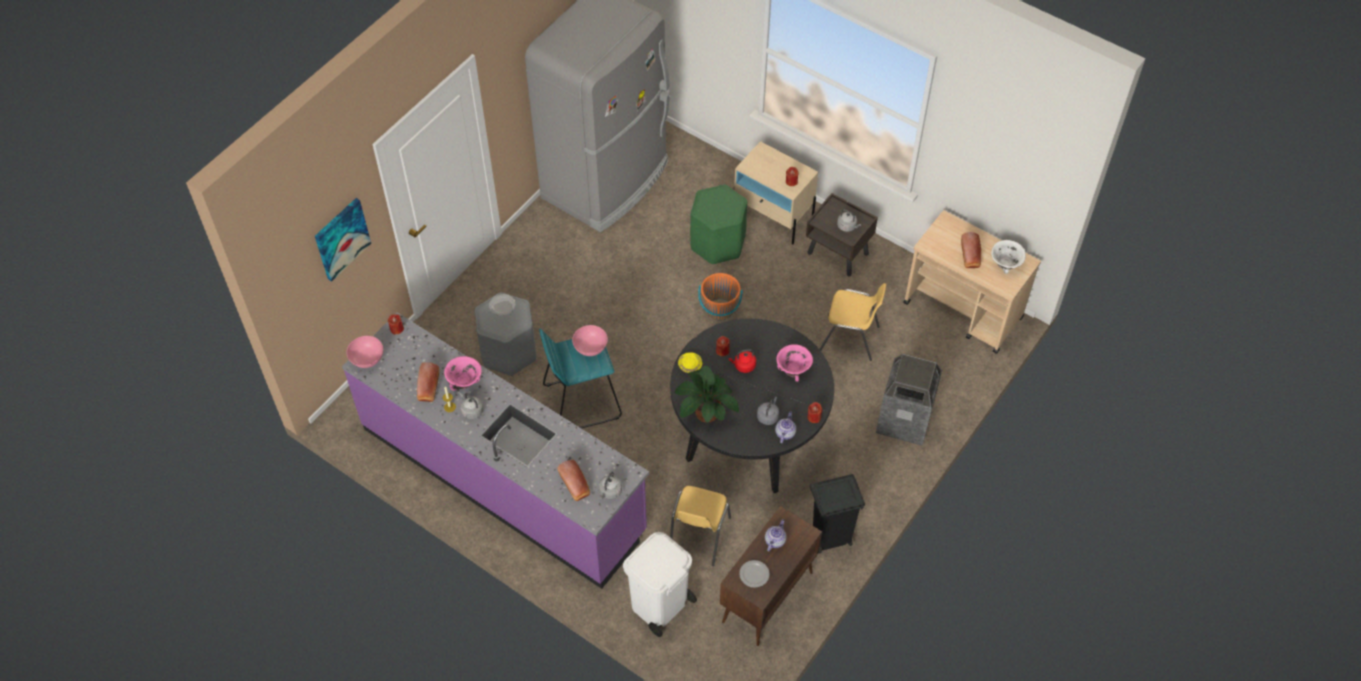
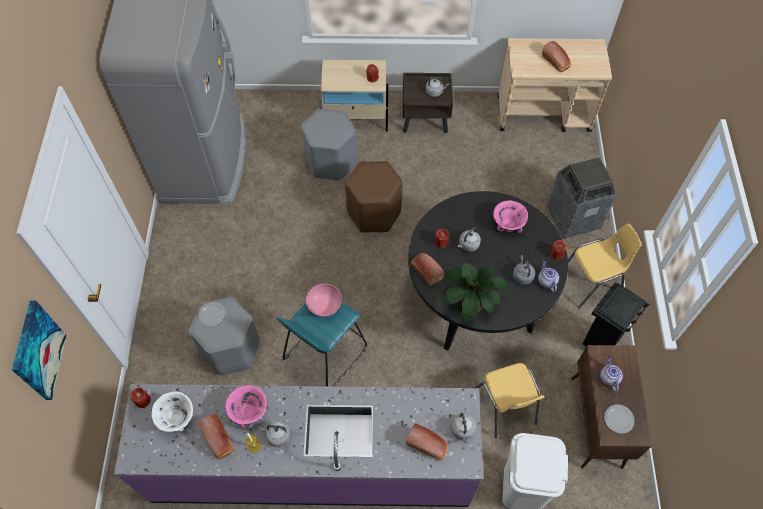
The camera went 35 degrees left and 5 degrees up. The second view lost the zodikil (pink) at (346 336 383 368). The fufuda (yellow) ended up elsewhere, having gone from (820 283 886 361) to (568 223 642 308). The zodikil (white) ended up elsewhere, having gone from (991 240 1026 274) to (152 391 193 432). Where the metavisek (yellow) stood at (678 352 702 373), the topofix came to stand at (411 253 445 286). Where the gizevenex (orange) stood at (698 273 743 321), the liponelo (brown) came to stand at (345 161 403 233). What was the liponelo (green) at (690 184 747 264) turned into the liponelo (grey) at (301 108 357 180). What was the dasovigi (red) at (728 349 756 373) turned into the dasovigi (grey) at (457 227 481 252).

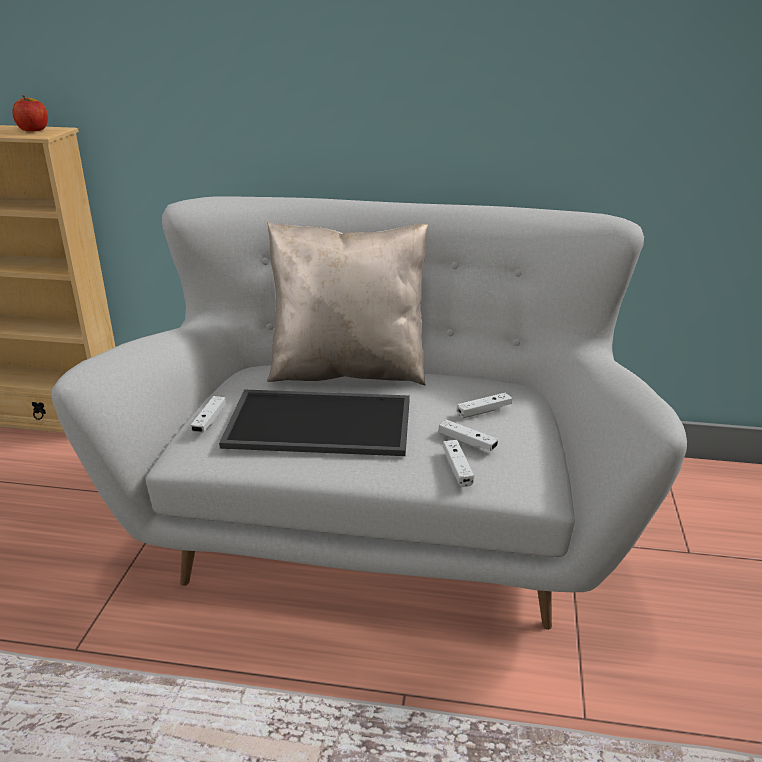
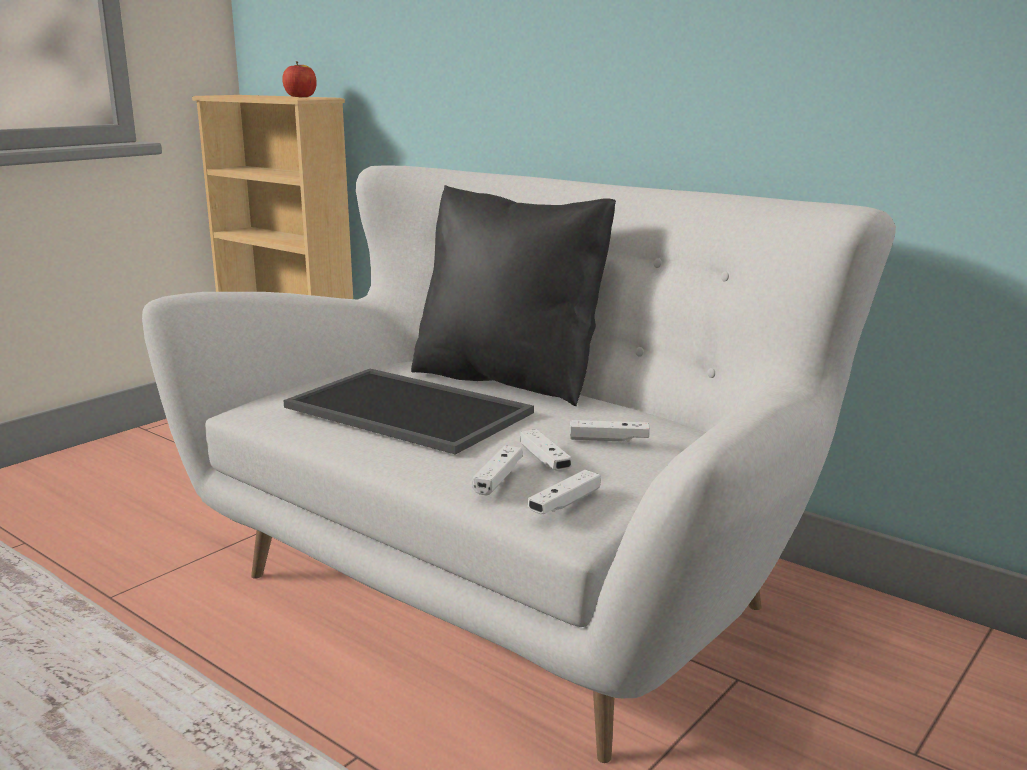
The camera went 30 degrees right and 10 degrees down. The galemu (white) ended up elsewhere, having gone from (190 396 226 433) to (528 470 601 514). What was the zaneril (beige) at (267 222 428 385) turned into the zaneril (black) at (411 185 616 406).

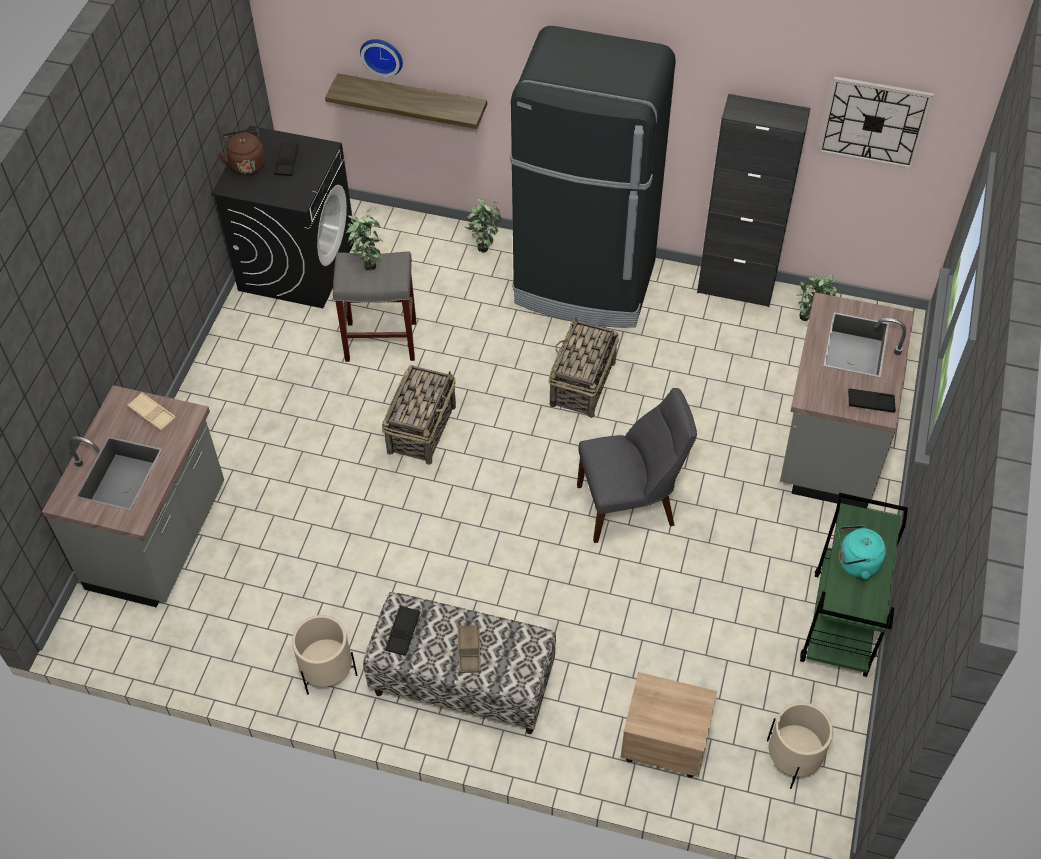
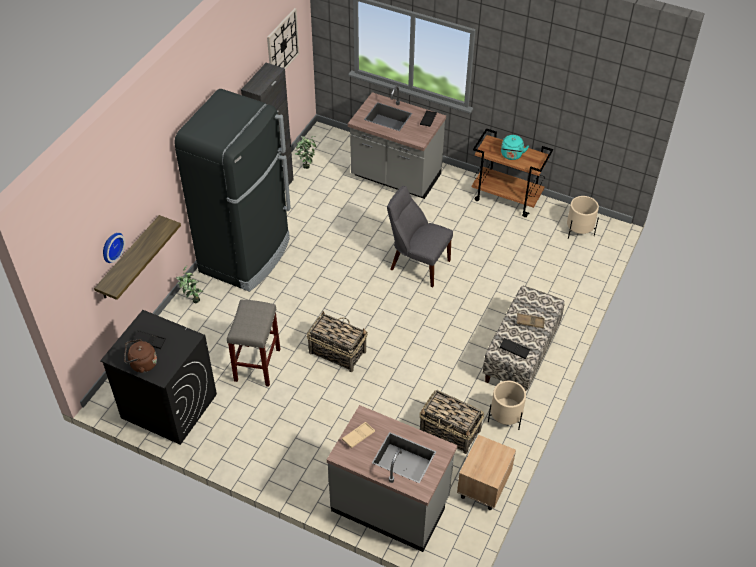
The camera went 80 degrees left and 5 degrees down. The second view lost the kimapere at (346 207 383 271). The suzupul ended up elsewhere, having gone from (549 318 619 418) to (419 390 484 454). The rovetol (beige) ended up elsewhere, having gone from (620 672 717 778) to (457 435 516 510). What was the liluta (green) at (800 493 908 677) turned into the liluta (brown) at (472 128 553 217). The fufuda (grey) at (577 388 697 543) ended up facing another way, 60 degrees counterclockwise from before.

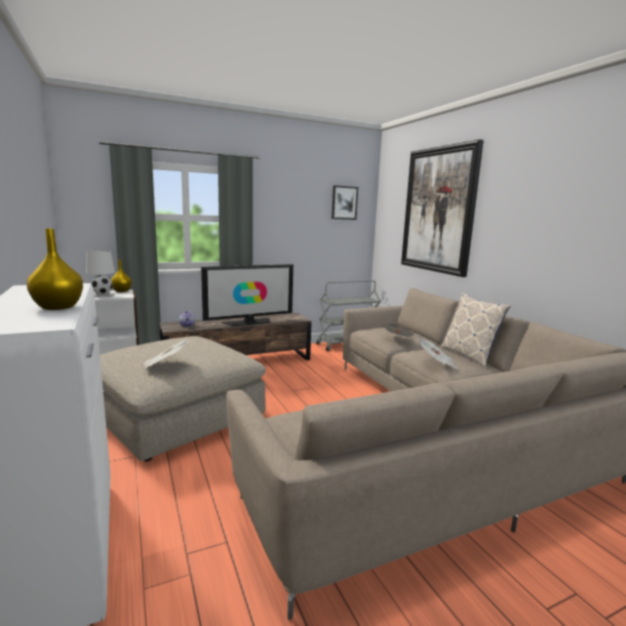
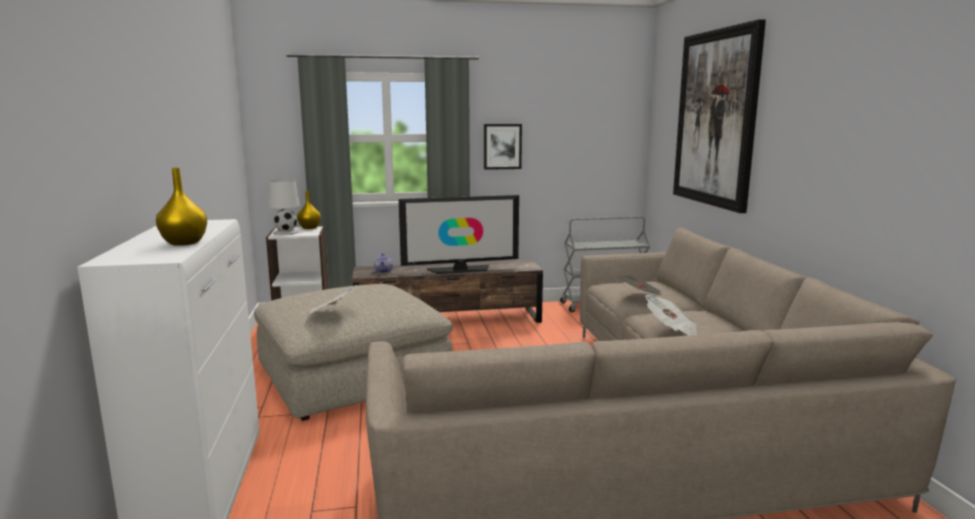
The camera went 15 degrees right and 0 degrees up. The second view lost the zaneril at (440 293 511 367). The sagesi ended up elsewhere, having gone from (332 185 358 220) to (484 124 522 170).

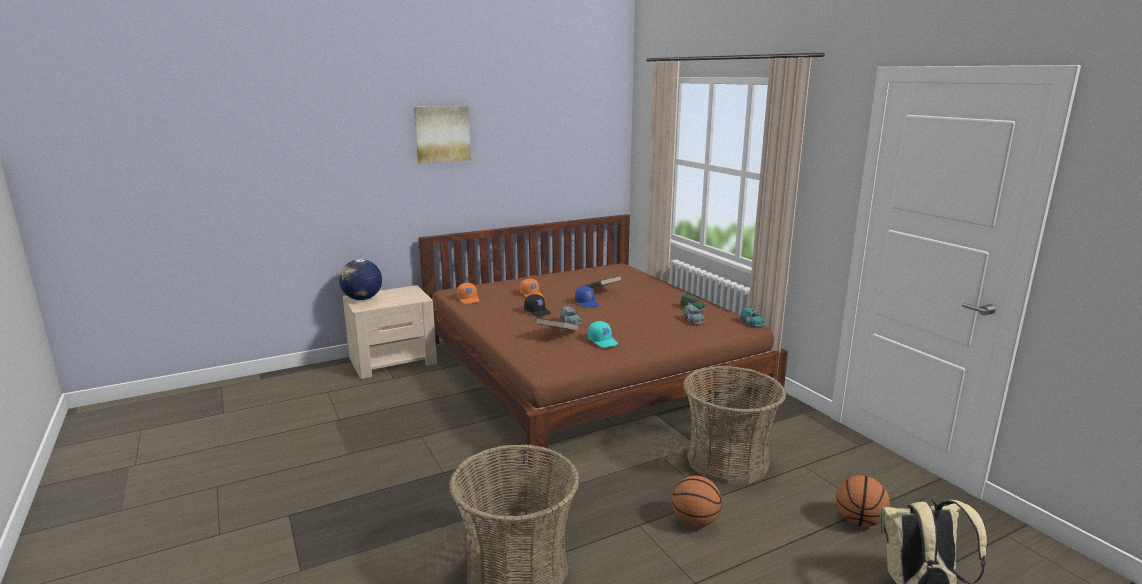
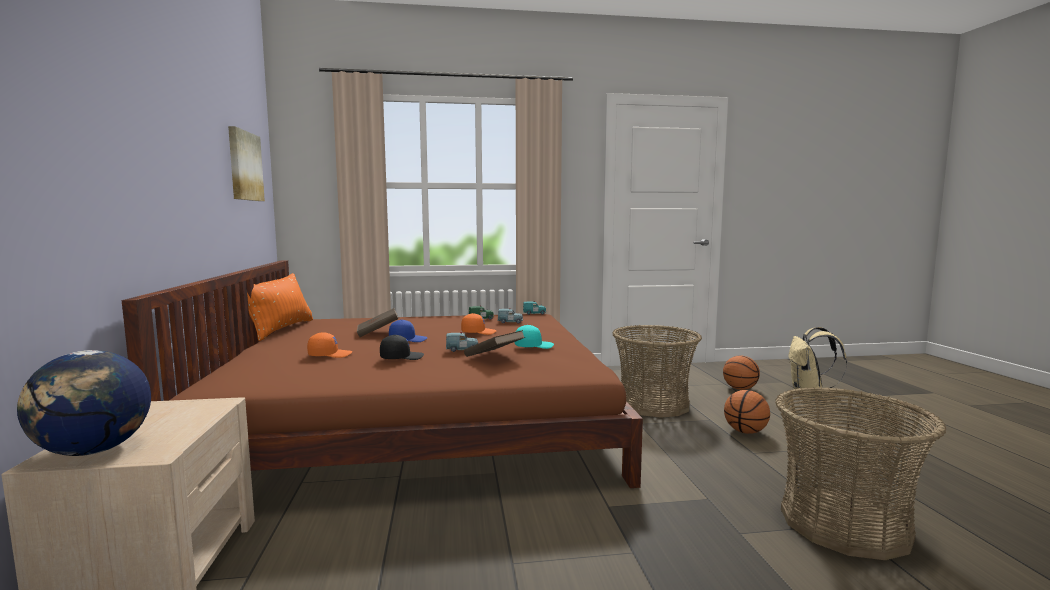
The camera went 70 degrees left and 10 degrees down. The second view gained the zaneril (orange) at (247 273 313 341). The sagesi ended up elsewhere, having gone from (414 106 471 163) to (228 126 265 201). The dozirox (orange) ended up elsewhere, having gone from (457 283 479 304) to (461 313 496 335).

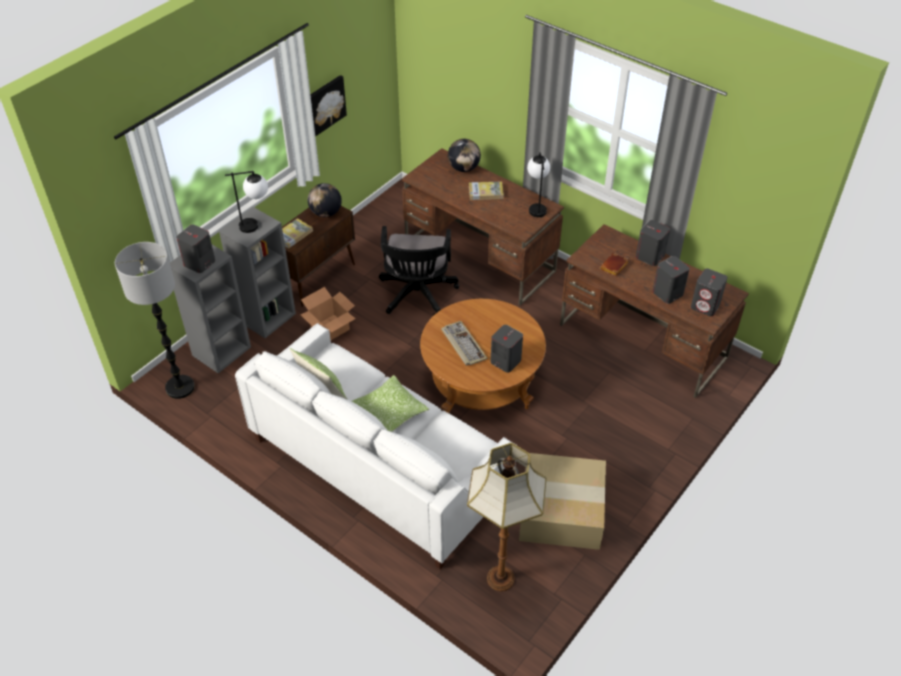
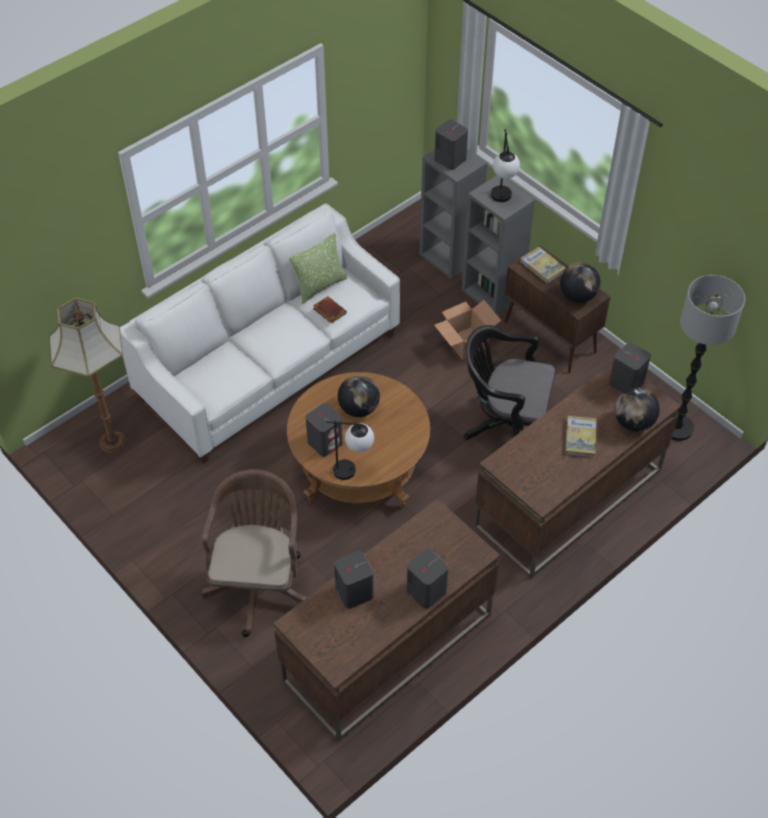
The camera went 100 degrees right and 5 degrees up. The second view lost the sagesi at (310 75 347 136). The second view lost the zaneril at (351 375 429 432). The second view lost the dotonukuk at (519 453 606 550). The second view gained the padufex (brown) at (202 469 307 637). The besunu ended up elsewhere, having gone from (115 242 195 399) to (671 275 745 441). The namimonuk ended up elsewhere, having gone from (527 152 550 217) to (327 421 374 480). The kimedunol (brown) ended up elsewhere, having gone from (600 253 629 276) to (313 296 347 323). The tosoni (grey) ended up elsewhere, having gone from (691 268 728 316) to (609 342 651 392). Where the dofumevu stood at (441 321 488 366), the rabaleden came to stand at (338 375 380 417).

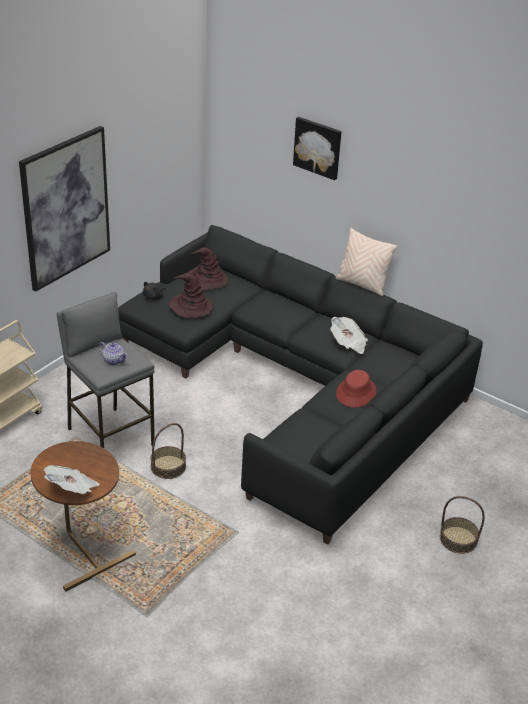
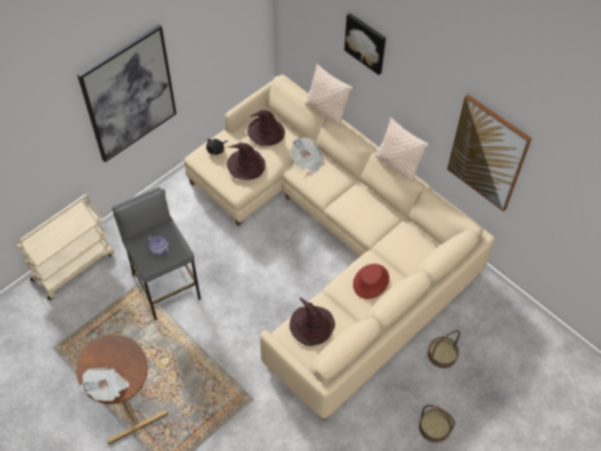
The camera went 10 degrees right and 20 degrees up. The second view gained the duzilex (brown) at (289 298 335 346). The second view gained the zaneril (beige) at (305 64 353 126). The second view gained the sagesi at (447 94 532 212). The suzupul ended up elsewhere, having gone from (150 423 186 479) to (428 330 460 368). The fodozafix ended up elsewhere, having gone from (330 317 368 354) to (290 138 324 174). What was the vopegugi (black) at (118 225 483 545) turned into the vopegugi (beige) at (184 74 495 421).

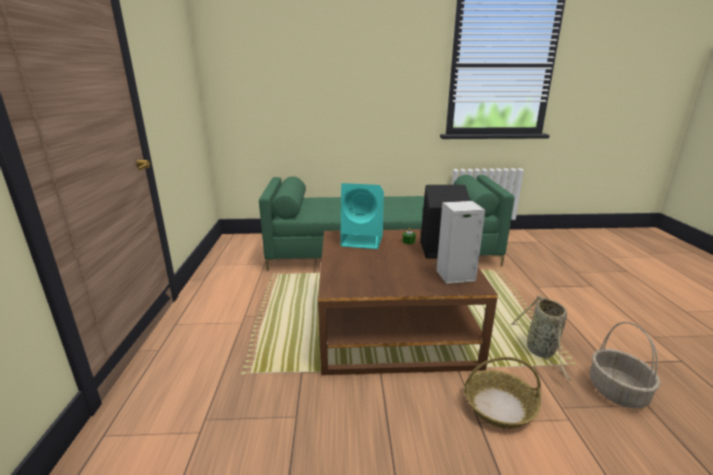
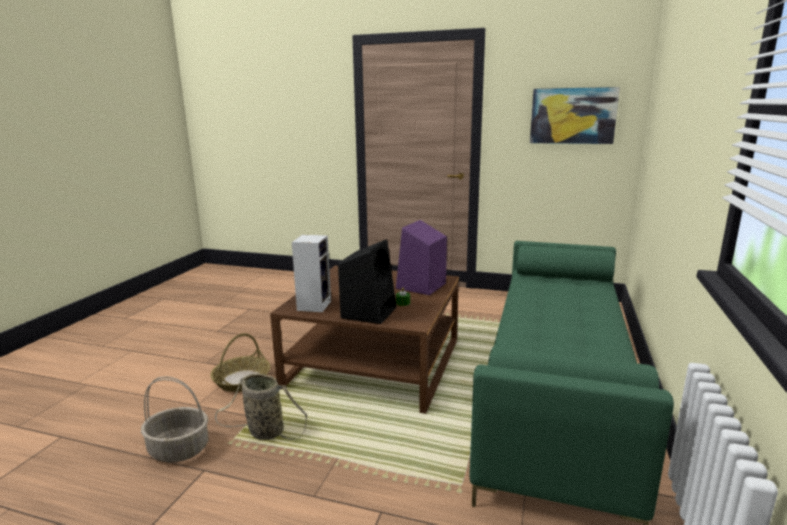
The camera went 110 degrees right and 5 degrees down. The second view gained the sagesi at (530 87 620 144). What was the tosoni (turquoise) at (340 183 384 249) turned into the tosoni (purple) at (396 220 447 295).

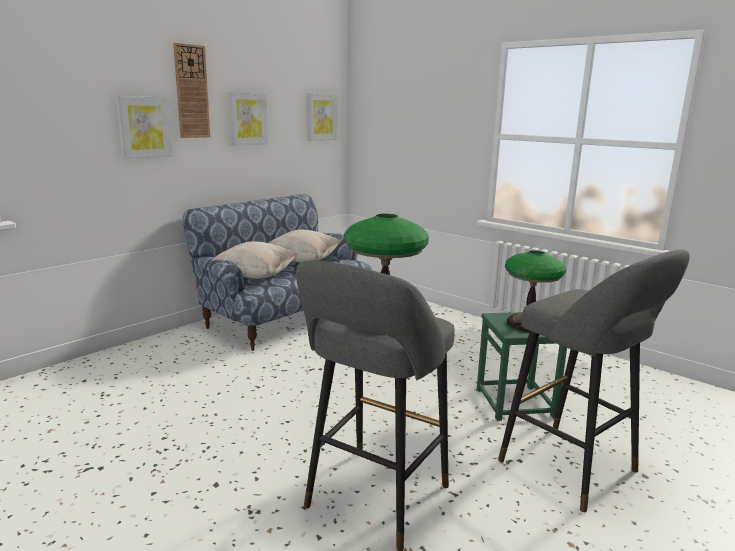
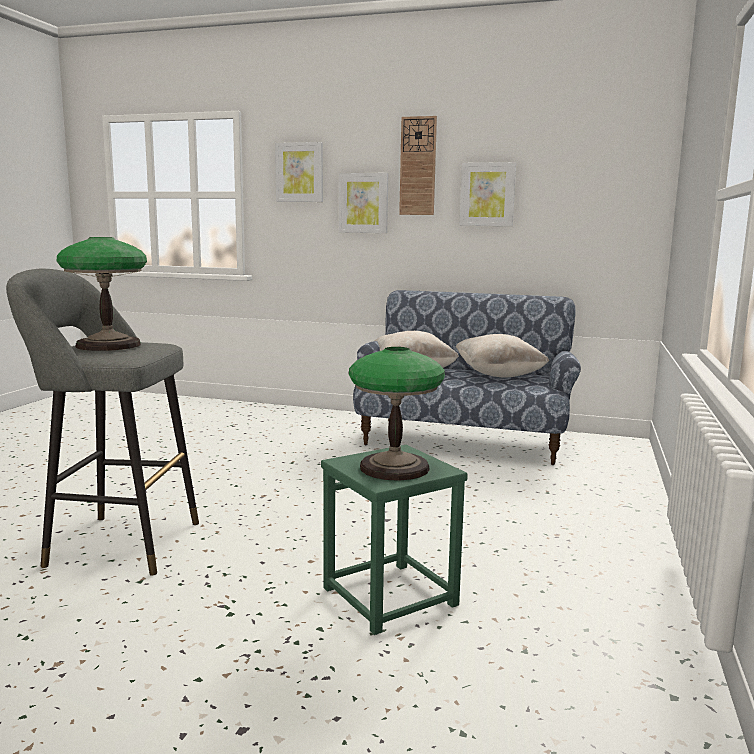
The camera went 65 degrees right and 5 degrees down. The second view lost the liponelo (grey) at (498 249 690 512). The sagesi ended up elsewhere, having gone from (307 93 338 141) to (275 142 323 202).

